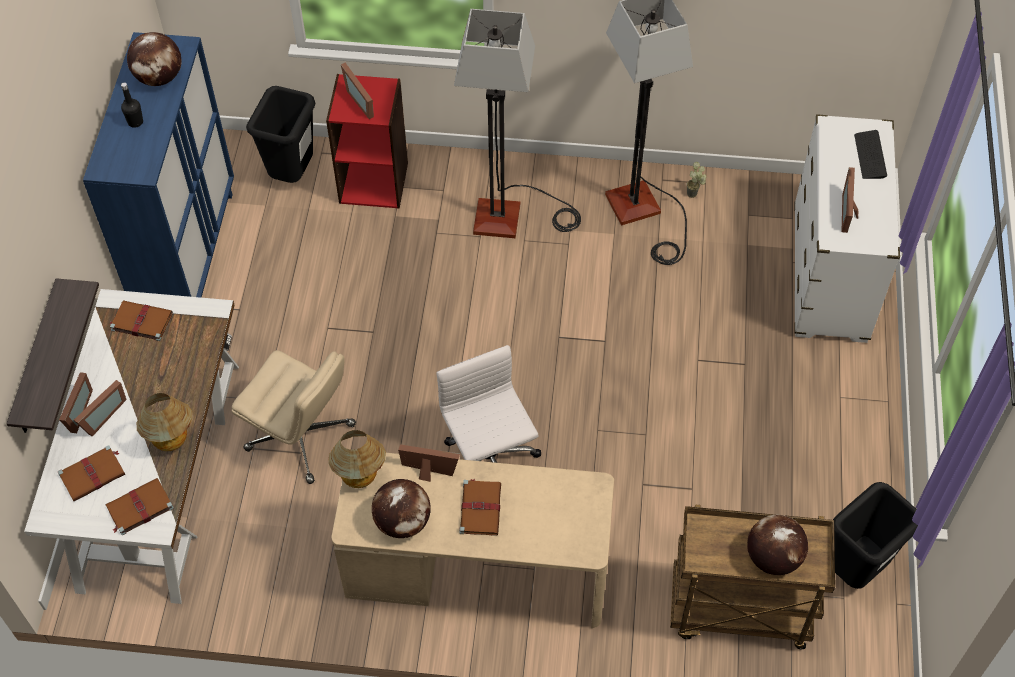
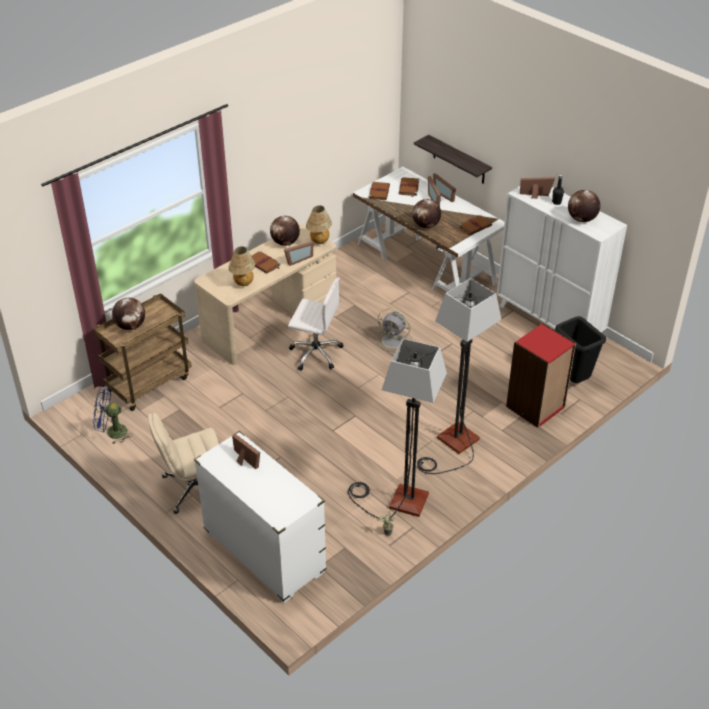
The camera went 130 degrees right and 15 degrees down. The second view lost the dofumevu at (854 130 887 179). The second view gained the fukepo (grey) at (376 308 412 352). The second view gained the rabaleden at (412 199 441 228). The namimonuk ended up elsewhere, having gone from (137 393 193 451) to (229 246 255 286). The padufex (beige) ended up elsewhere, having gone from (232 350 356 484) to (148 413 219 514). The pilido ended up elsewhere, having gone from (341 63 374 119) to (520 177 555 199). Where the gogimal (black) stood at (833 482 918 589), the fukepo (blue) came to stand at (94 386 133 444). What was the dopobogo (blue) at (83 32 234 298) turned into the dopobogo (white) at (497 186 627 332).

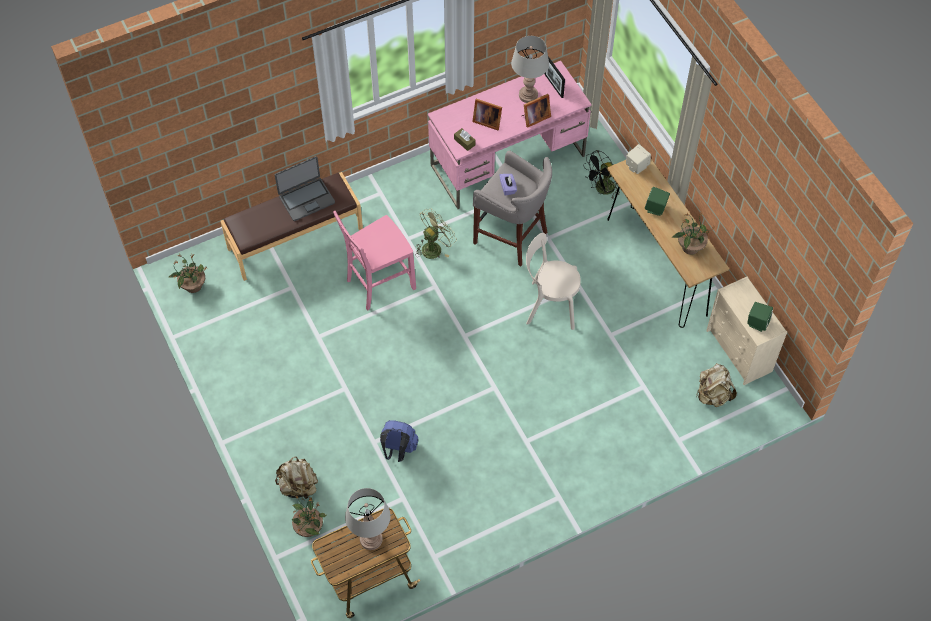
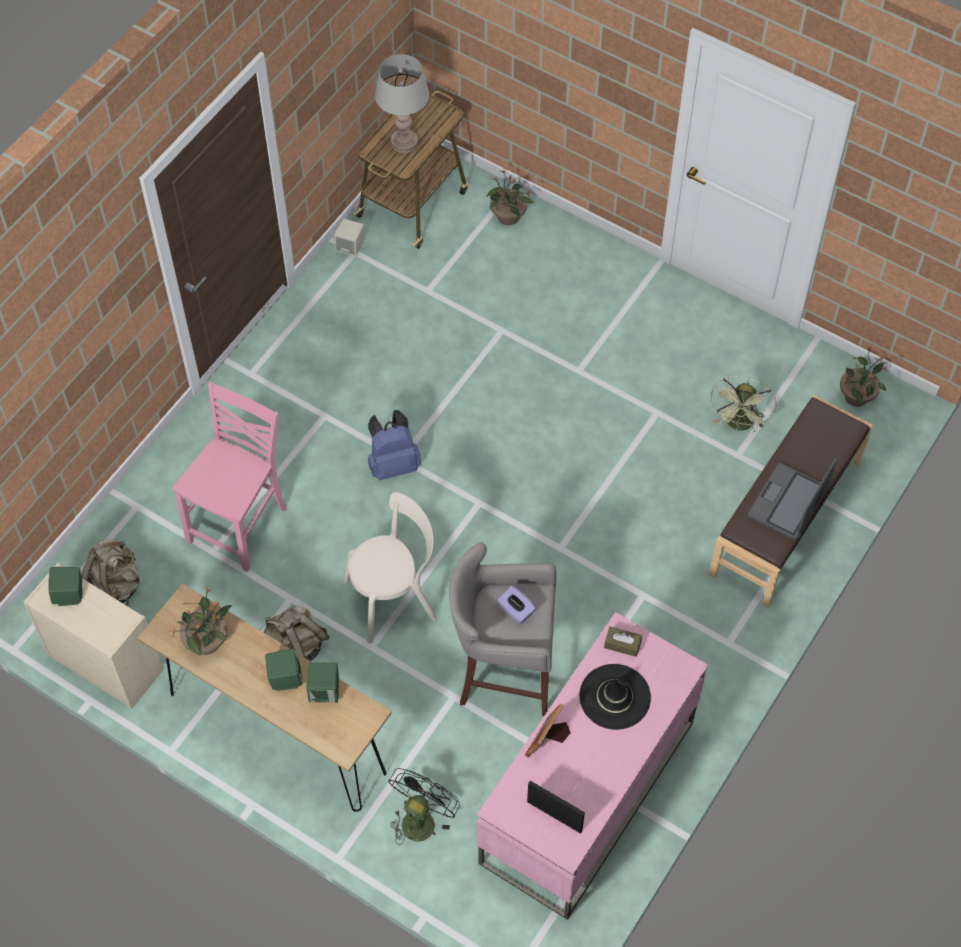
The camera went 150 degrees right and 0 degrees up. The second view lost the namimonuk (grey) at (511 36 549 103). The second view gained the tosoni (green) at (306 662 339 703). The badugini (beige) ended up elsewhere, having gone from (275 456 318 501) to (263 605 330 661). The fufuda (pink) ended up elsewhere, having gone from (333 211 416 310) to (173 382 287 572). The badugini (blue) ended up elsewhere, having gone from (380 420 419 462) to (368 410 421 480). The fukepo (green) ended up elsewhere, having gone from (416 208 457 259) to (709 376 777 431). The tosoni (beige) ended up elsewhere, having gone from (626 144 651 174) to (334 219 364 257). Where the pilido stood at (472 99 502 130), the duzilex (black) came to stand at (579 664 651 730).

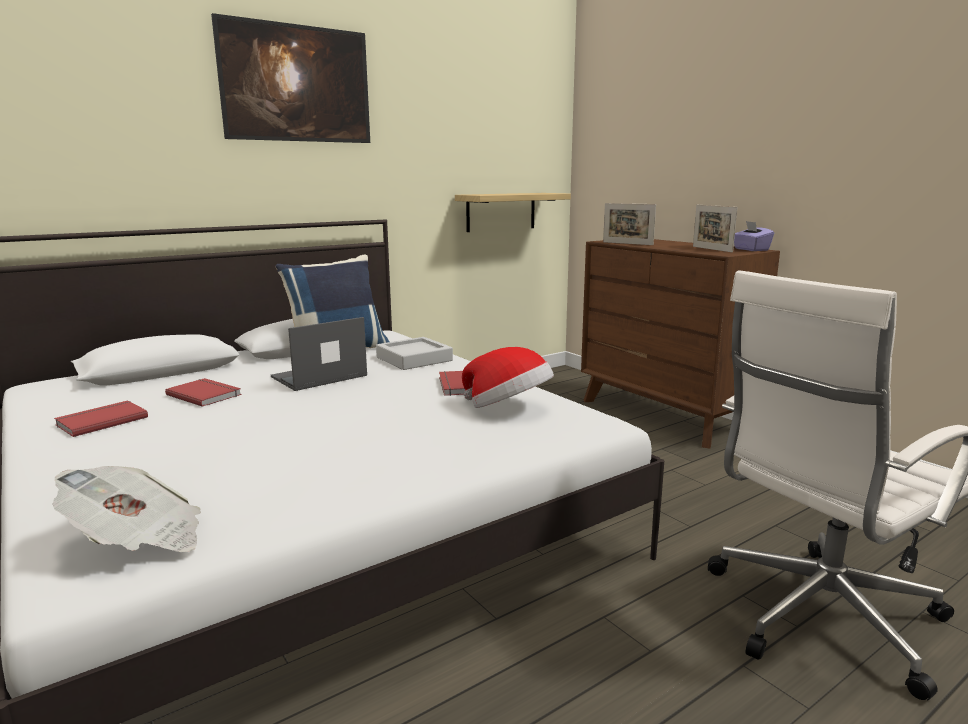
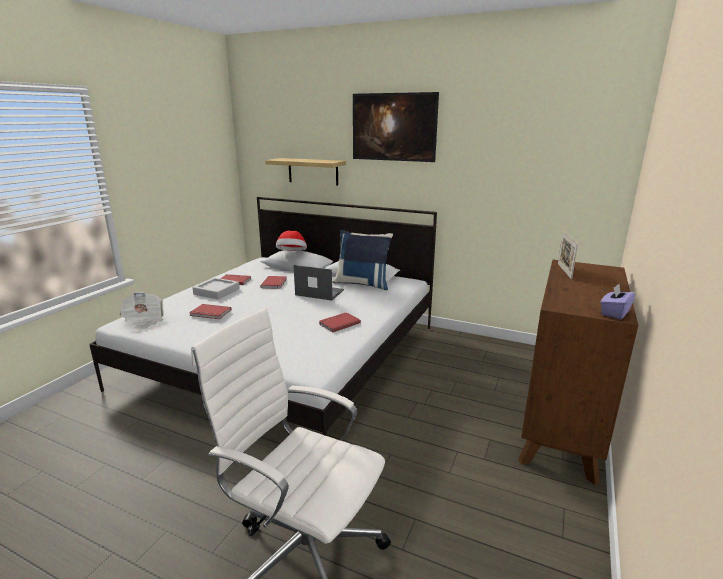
The camera went 60 degrees right and 5 degrees up. The second view lost the pilido at (693 205 738 252). The second view gained the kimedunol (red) at (189 304 231 319). The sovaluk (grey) ended up elsewhere, having gone from (376 337 453 370) to (192 278 240 299). The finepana ended up elsewhere, having gone from (455 193 571 232) to (265 158 346 186). The duzilex ended up elsewhere, having gone from (462 347 554 408) to (276 231 307 251).

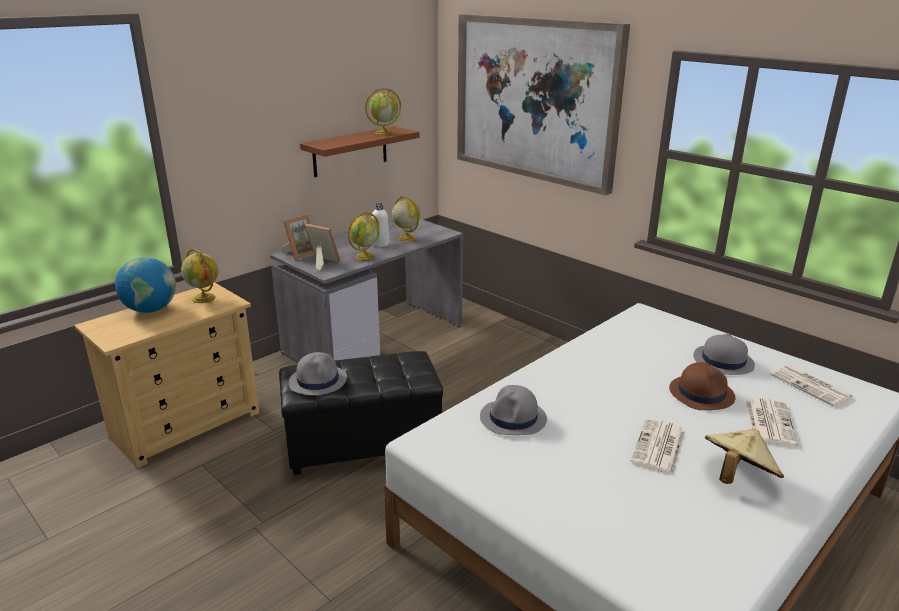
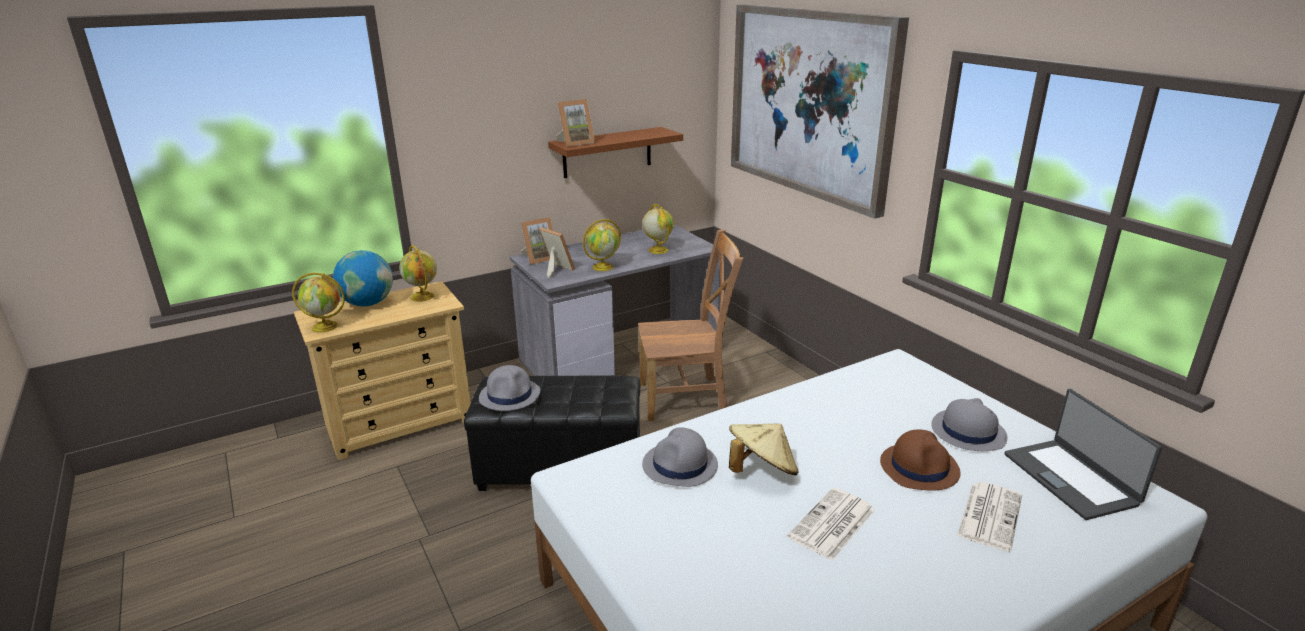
The camera went 15 degrees right and 0 degrees up. The second view lost the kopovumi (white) at (371 203 390 247). The second view gained the pilido at (556 99 595 147). The second view gained the fufuda (brown) at (638 229 743 421). The rabaleden ended up elsewhere, having gone from (365 88 401 135) to (292 273 345 332). The duzilex (beige) ended up elsewhere, having gone from (705 429 784 484) to (729 424 799 475). Where the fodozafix stood at (770 365 853 406), the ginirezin came to stand at (1004 389 1162 520).

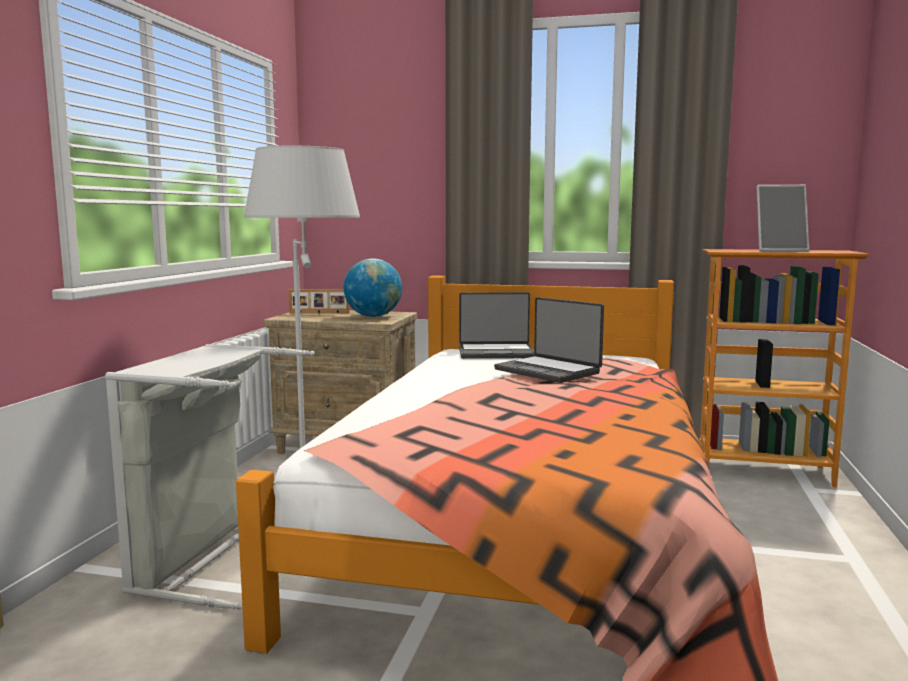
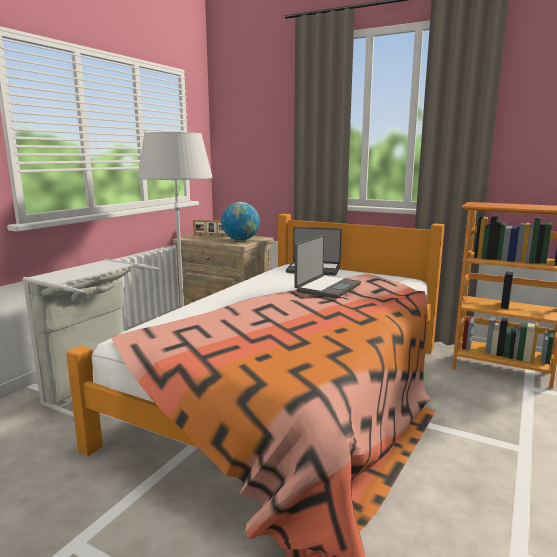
The camera went 15 degrees right and 5 degrees up. The second view lost the pilido at (757 185 809 252). The ginirezin at (494 297 604 383) ended up facing another way, 120 degrees counterclockwise from before.

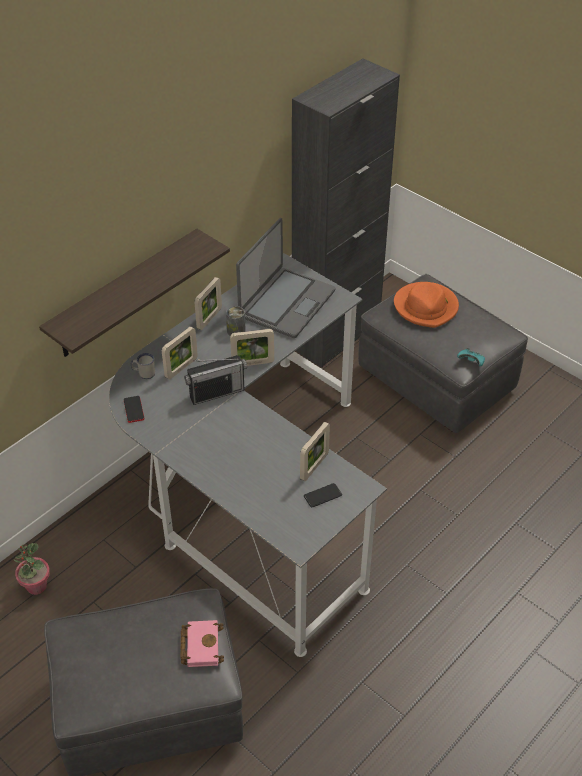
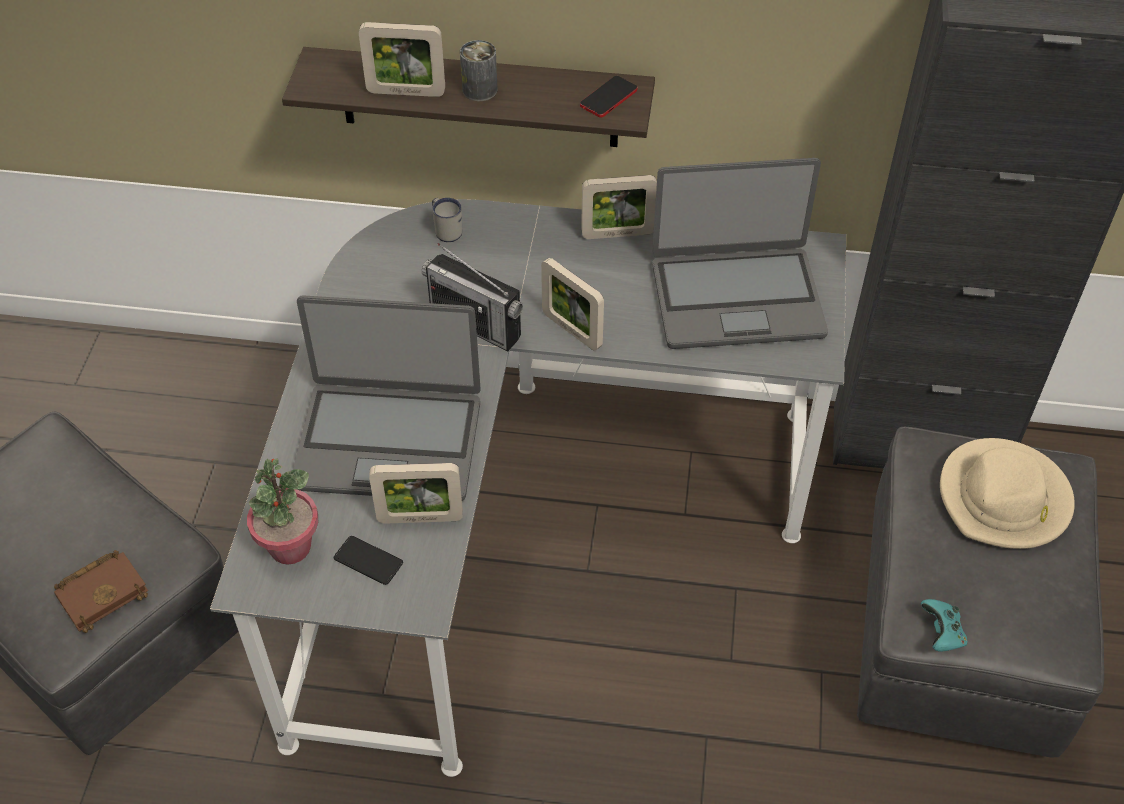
The camera went 55 degrees right and 5 degrees up. The second view gained the ginirezin at (293 295 481 501). The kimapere ended up elsewhere, having gone from (13 543 50 595) to (247 459 318 565). The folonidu ended up elsewhere, having gone from (124 396 144 423) to (580 76 638 118). The pilido ended up elsewhere, having gone from (162 326 198 380) to (359 22 445 97). The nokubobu ended up elsewhere, having gone from (226 306 246 335) to (460 40 498 101). What was the kimedunol (pink) at (180 620 224 667) turned into the kimedunol (brown) at (54 550 148 633). What was the duzilex (orange) at (394 282 459 328) turned into the duzilex (beige) at (940 438 1075 549).

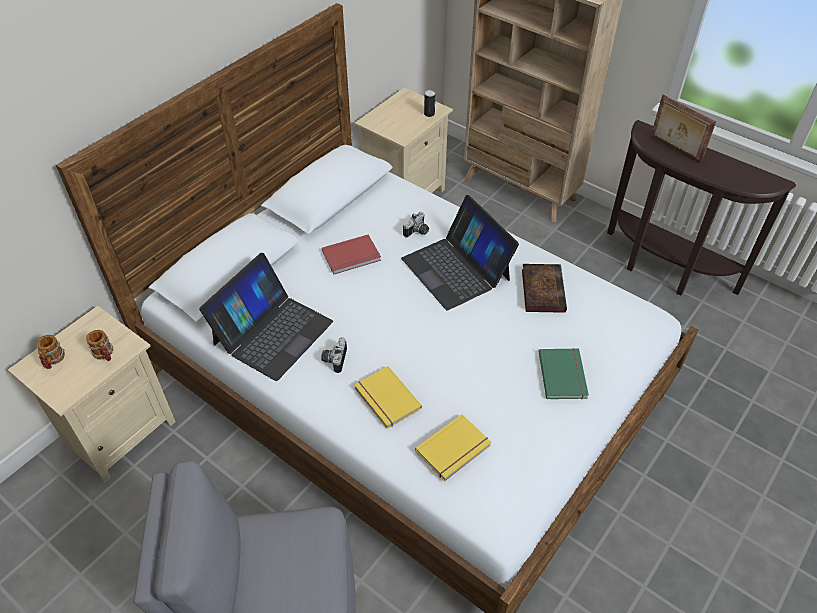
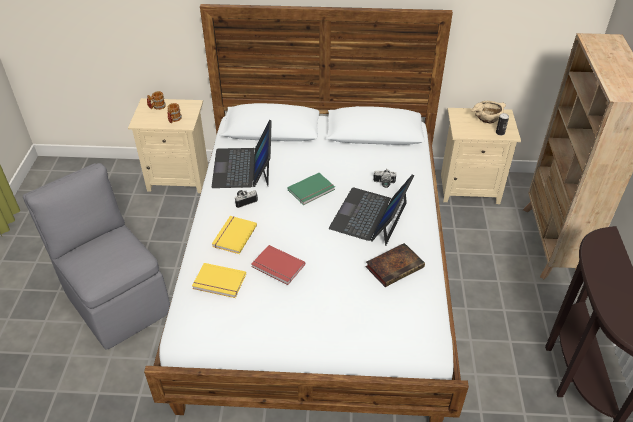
The camera went 55 degrees right and 5 degrees down. The second view lost the pilido at (651 95 716 163). The second view gained the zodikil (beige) at (470 101 506 124). The kimedunol (red) ended up elsewhere, having gone from (322 234 381 275) to (251 245 305 285). The kimedunol (green) ended up elsewhere, having gone from (539 348 589 399) to (287 173 335 205). The ginirezin at (199 253 333 381) ended up facing another way, 90 degrees clockwise from before.

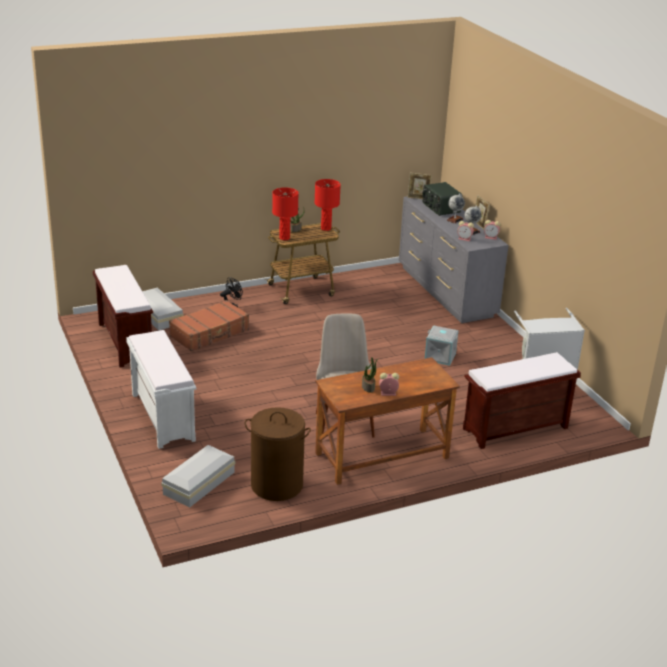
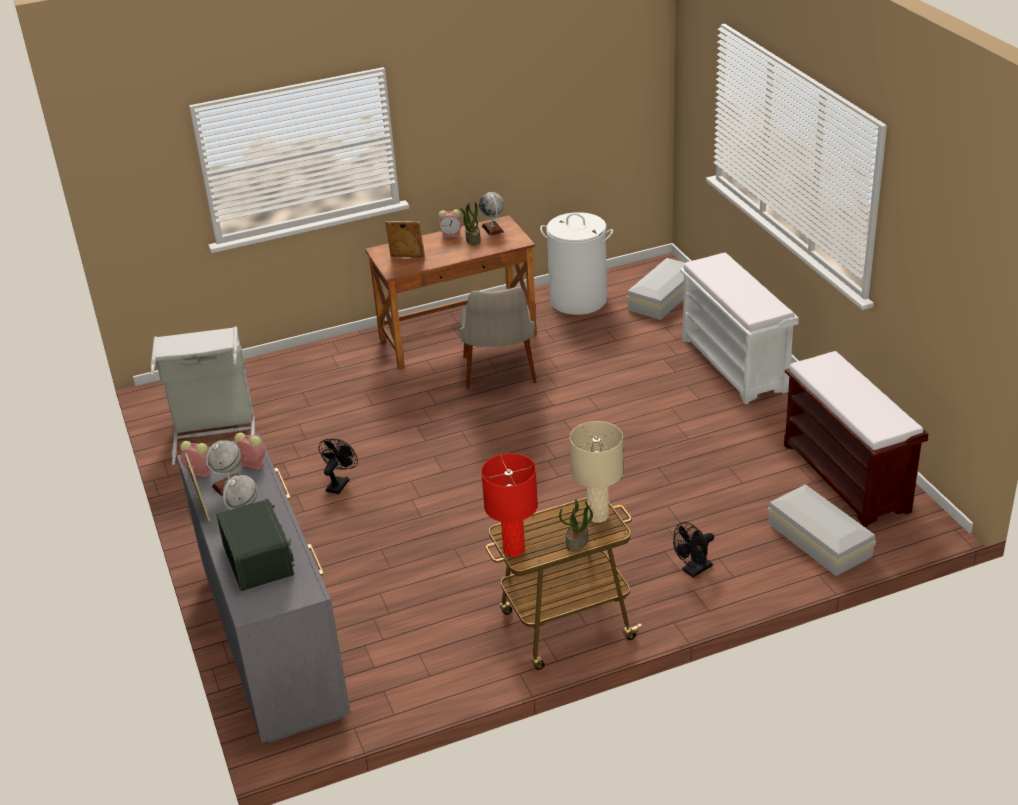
The camera went 175 degrees left and 5 degrees up. The second view lost the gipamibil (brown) at (169 300 249 352). The second view lost the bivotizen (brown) at (463 352 581 449). The second view gained the rabaleden at (479 192 504 236). The pilido ended up elsewhere, having gone from (407 172 432 199) to (385 221 425 258). Where the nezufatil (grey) stood at (425 326 458 366), the fukepo (black) came to stand at (319 439 358 494). What was the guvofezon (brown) at (245 407 311 501) turned into the guvofezon (white) at (540 212 613 315). What was the namimonuk (red) at (272 188 299 240) turned into the namimonuk (beige) at (570 421 623 523).

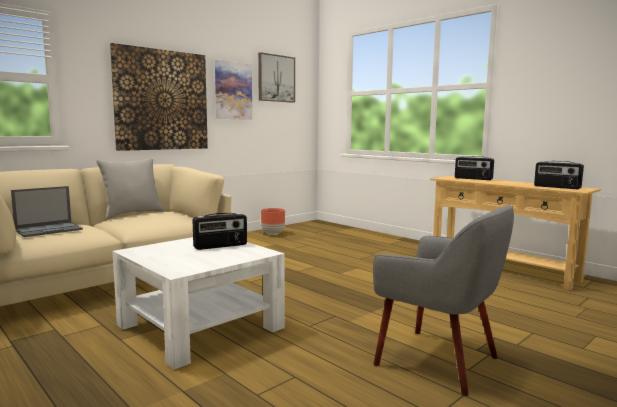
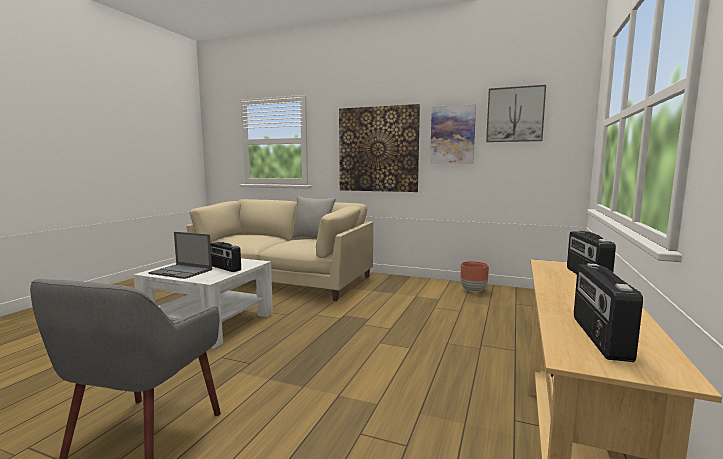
The camera went 65 degrees right and 0 degrees up. The ginirezin ended up elsewhere, having gone from (11 186 83 237) to (149 232 212 279).

